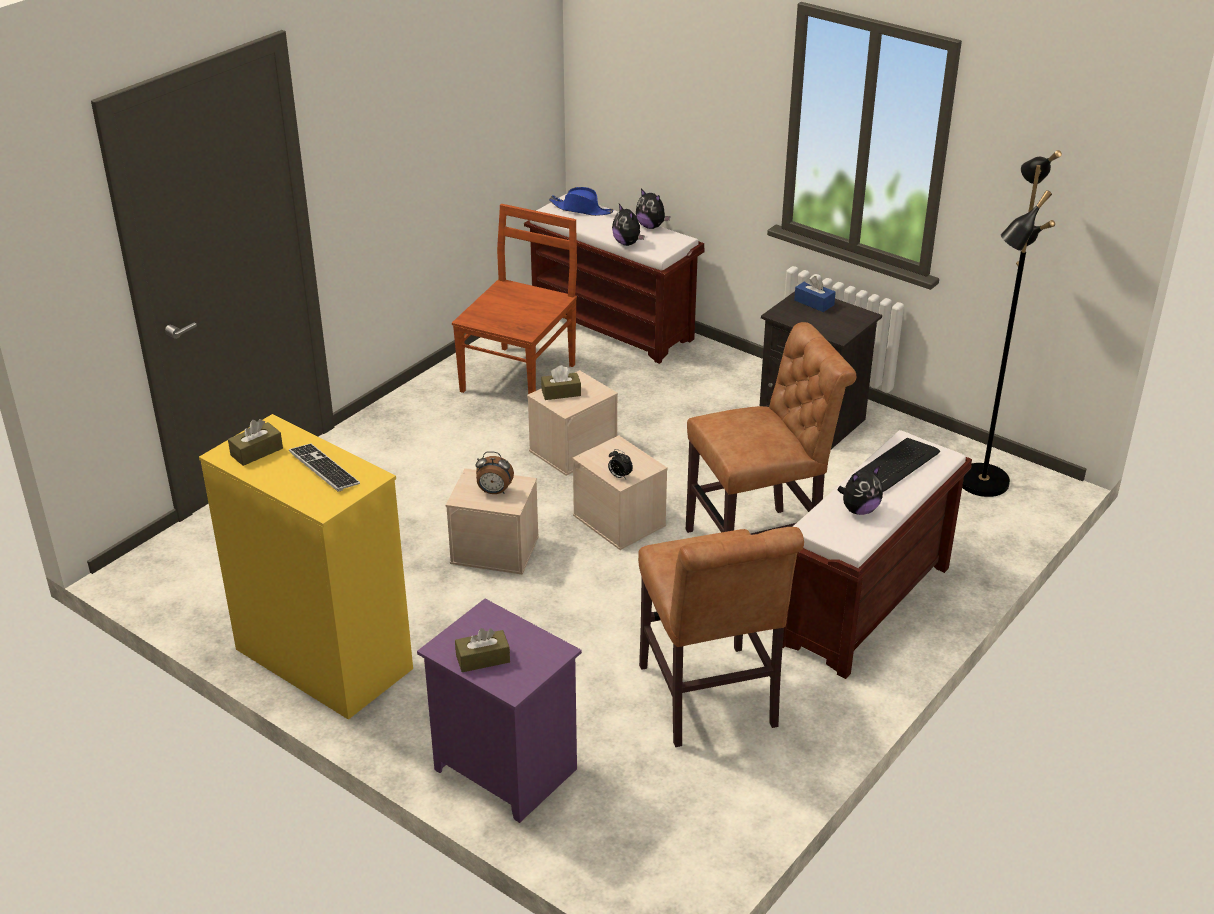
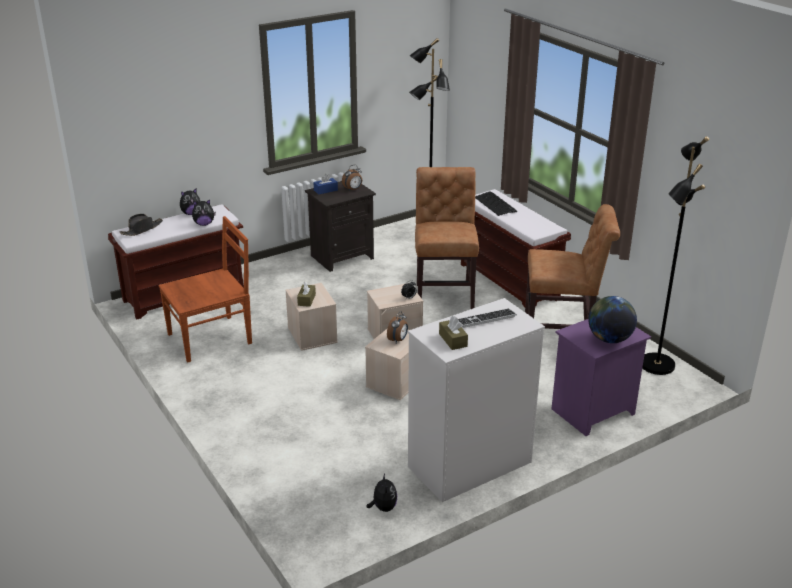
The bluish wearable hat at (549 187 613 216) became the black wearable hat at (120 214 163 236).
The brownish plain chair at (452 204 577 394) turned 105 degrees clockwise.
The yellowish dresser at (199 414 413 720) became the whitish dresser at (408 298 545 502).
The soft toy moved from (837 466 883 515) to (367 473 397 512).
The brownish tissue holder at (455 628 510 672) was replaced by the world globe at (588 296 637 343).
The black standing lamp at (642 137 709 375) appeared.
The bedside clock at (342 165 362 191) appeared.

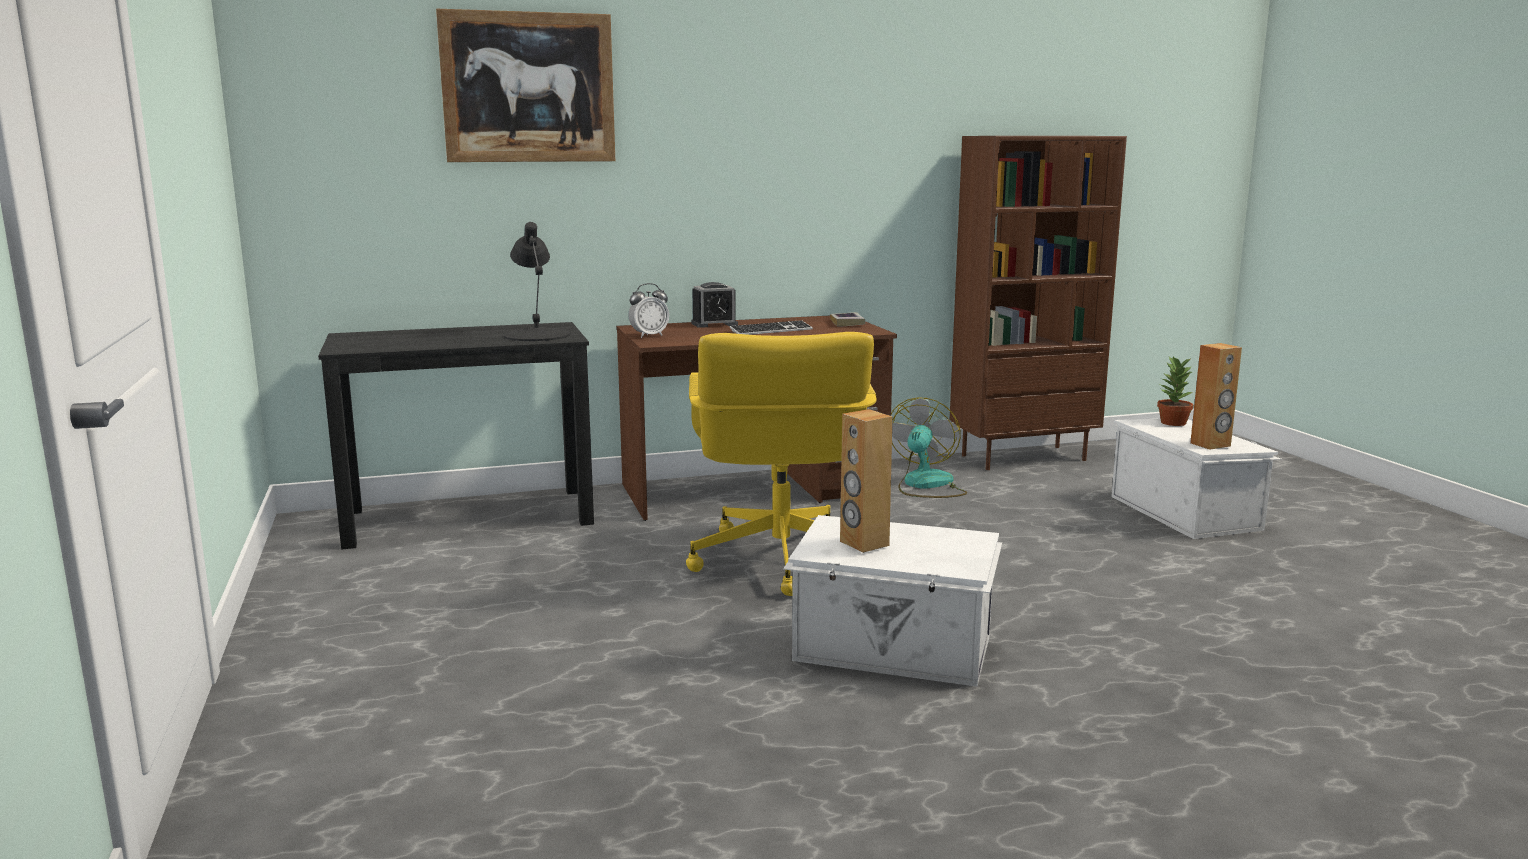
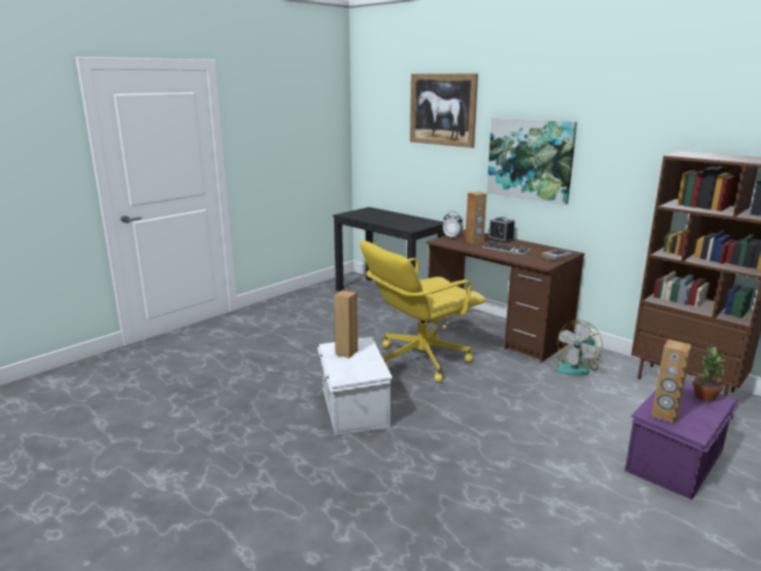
The black table lamp at (504 222 570 341) disappeared.
The fan at (891 397 967 498) turned 150 degrees clockwise.
The whitish storage container at (1111 419 1282 539) became the purplish storage container at (625 381 739 500).
The wall picture at (487 117 577 205) appeared.
The brownish audio speaker at (465 192 487 244) appeared.

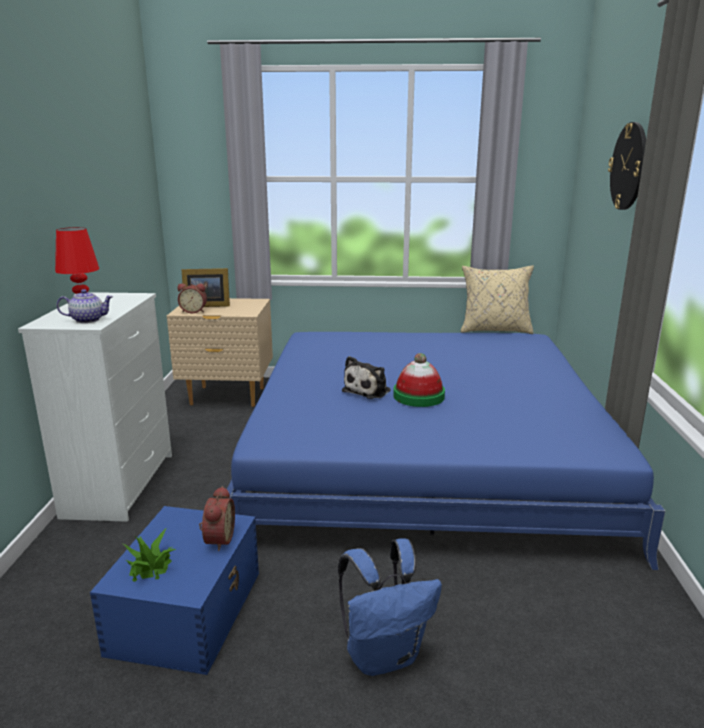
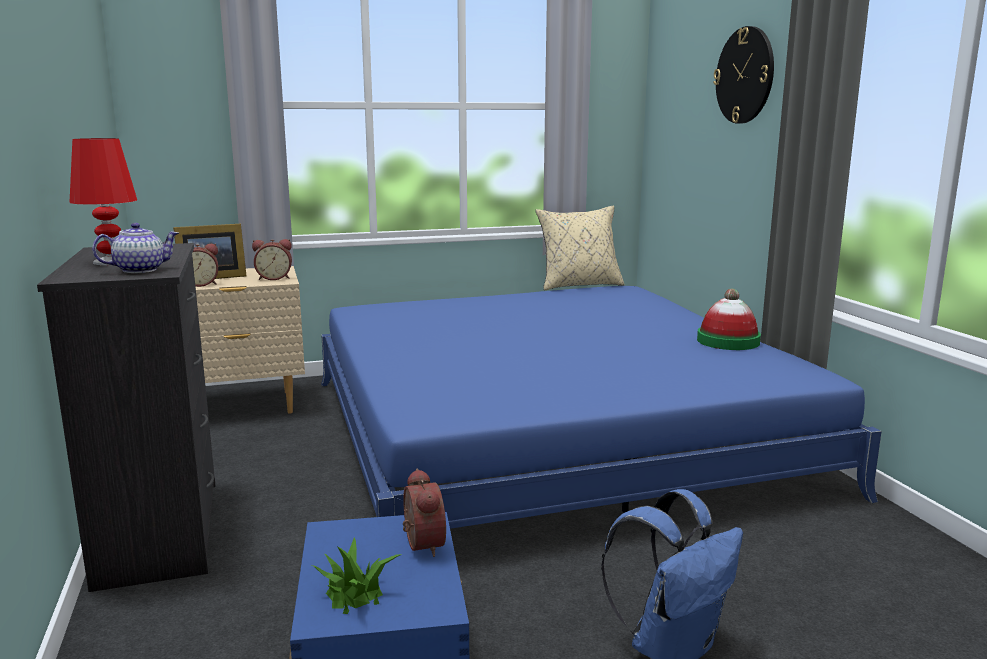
The whitish dresser at (18 292 172 522) became the black dresser at (37 243 215 592).
The wearable hat moved from (393 353 445 407) to (697 288 761 350).
The soft toy at (342 356 391 399) disappeared.
The bedside clock at (252 239 292 280) appeared.

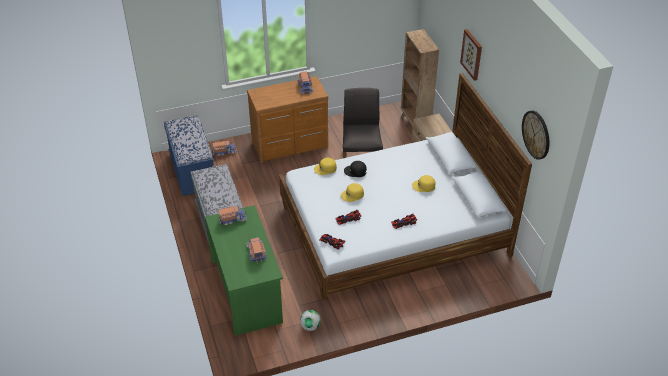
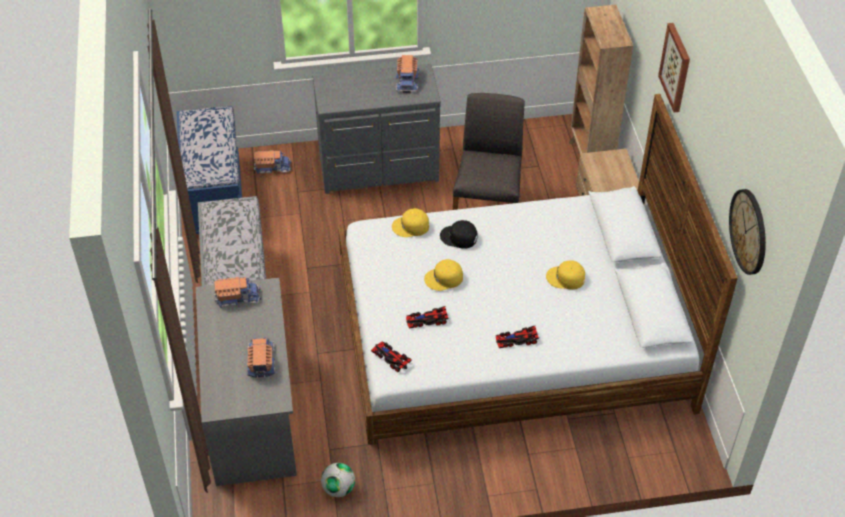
The brownish dresser at (247 76 328 163) became the greyish dresser at (313 64 441 194).
The greenish desk unit at (205 205 283 336) became the greyish desk unit at (196 278 297 486).

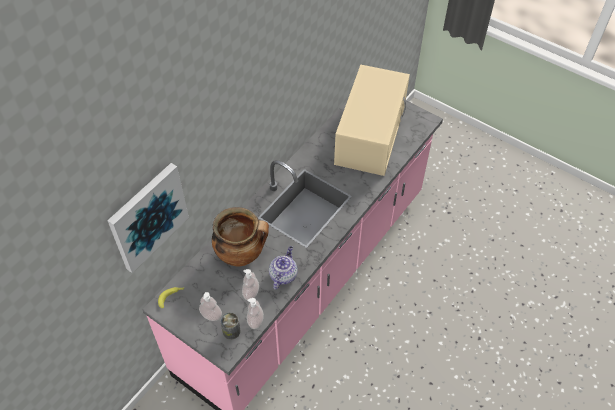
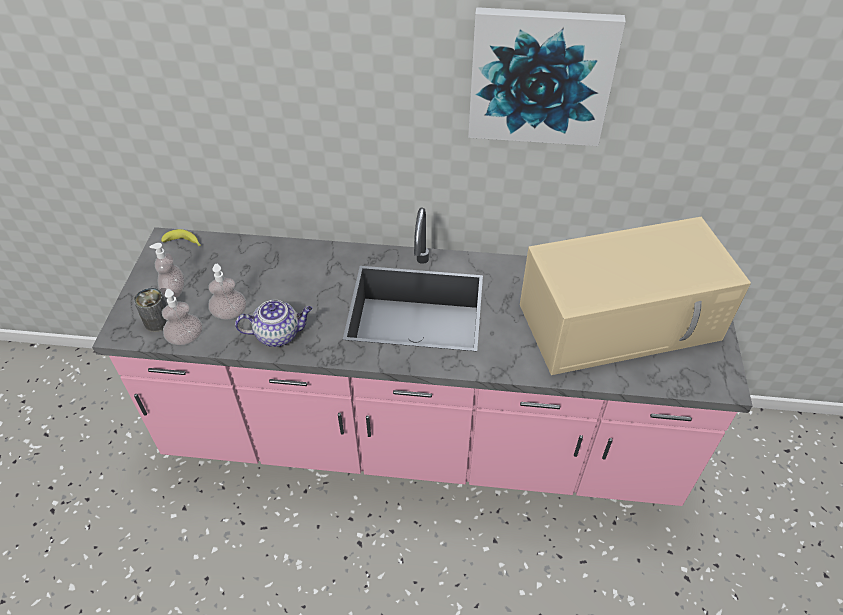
The wall picture moved from (107 163 189 273) to (468 7 626 146).
The cooking pot at (212 207 269 266) disappeared.

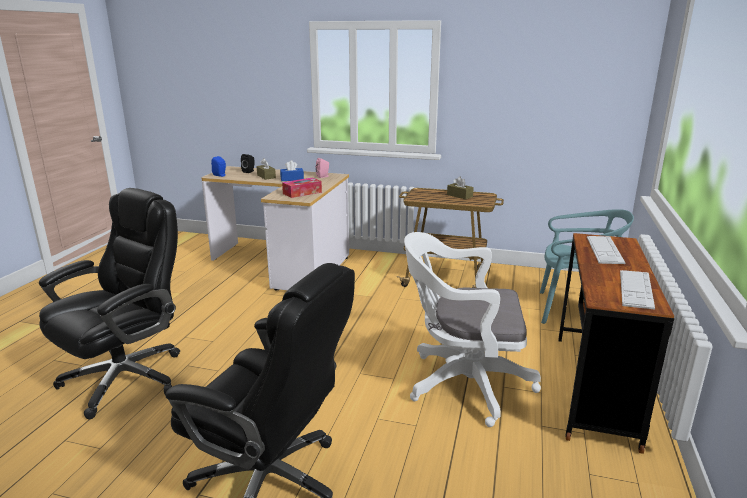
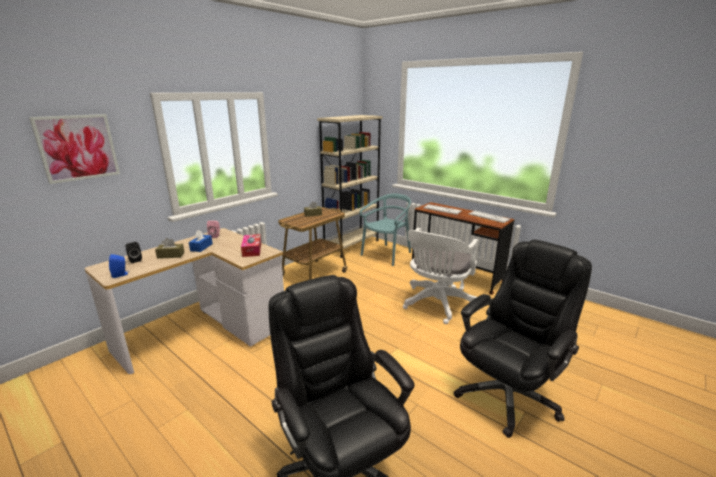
The wall picture at (29 114 120 184) appeared.
The beige bookcase at (317 115 382 258) appeared.

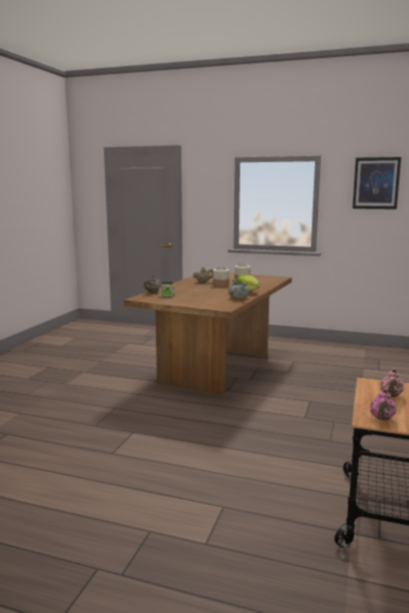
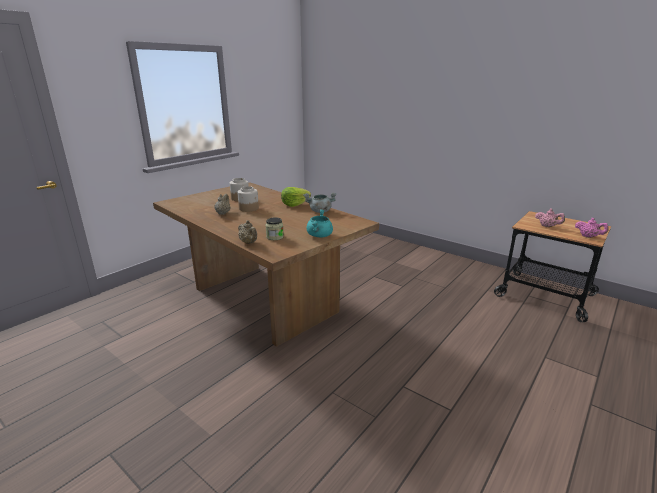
The wall picture at (352 157 401 209) disappeared.
The blue-green cooking pot at (306 209 333 238) appeared.

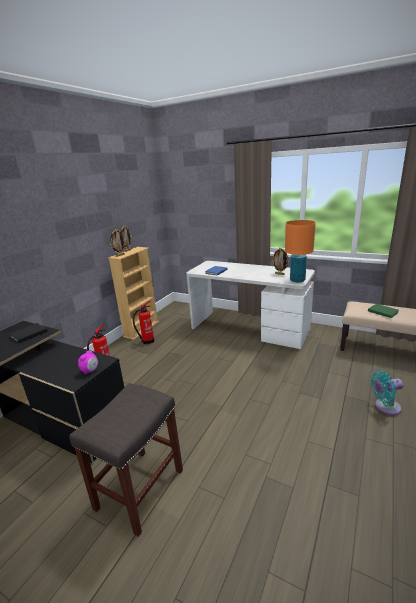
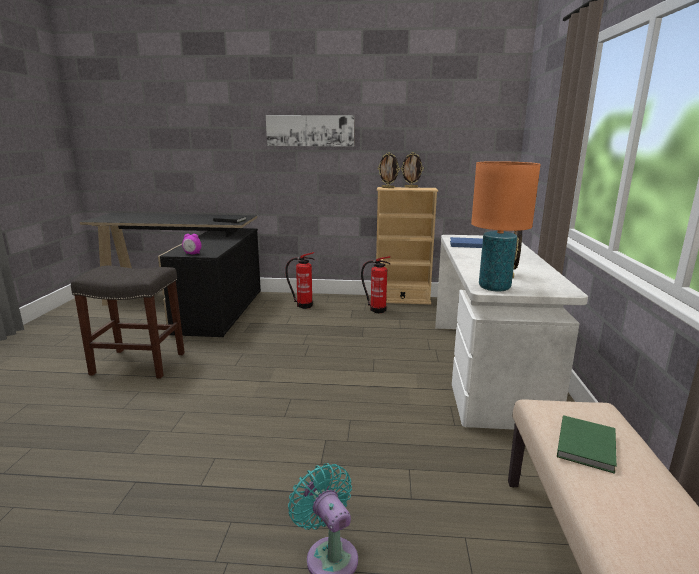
The wall picture at (266 115 354 147) appeared.

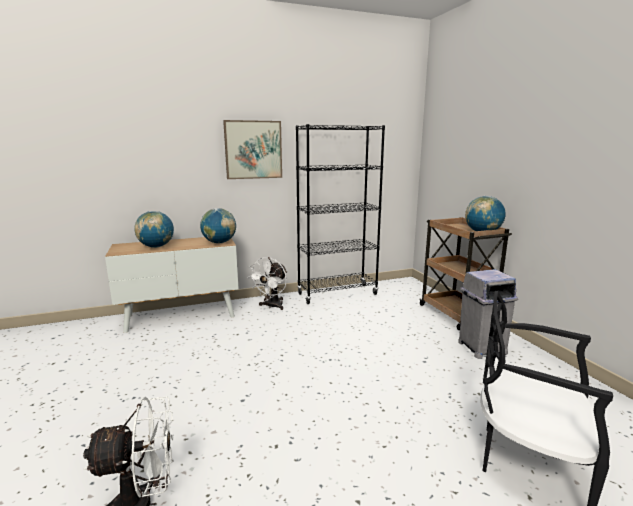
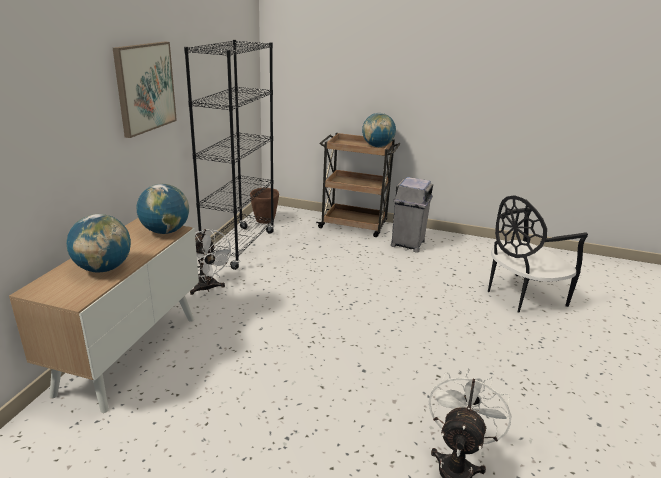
The brownish planter at (250 188 279 224) appeared.

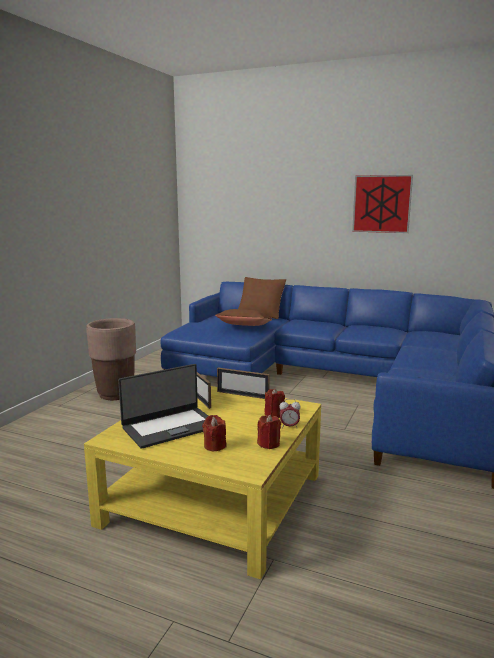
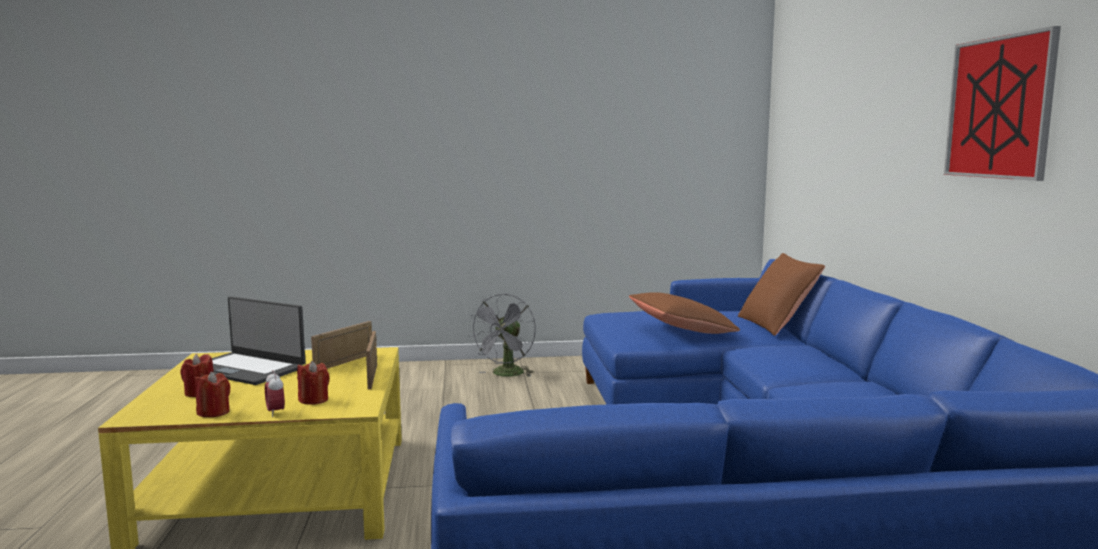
The brownish planter at (86 318 136 400) was replaced by the greyish fan at (468 293 536 377).

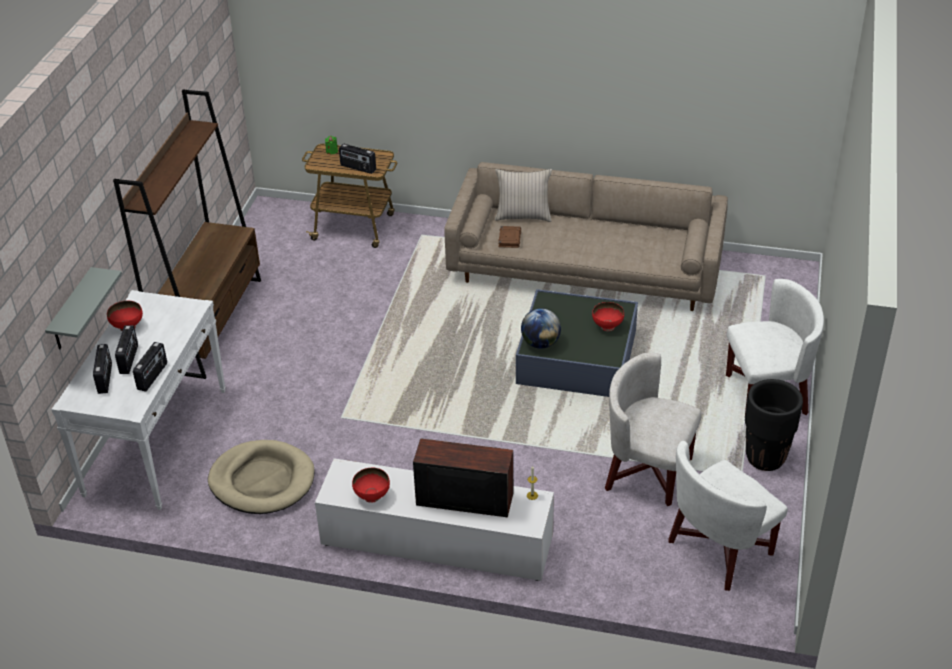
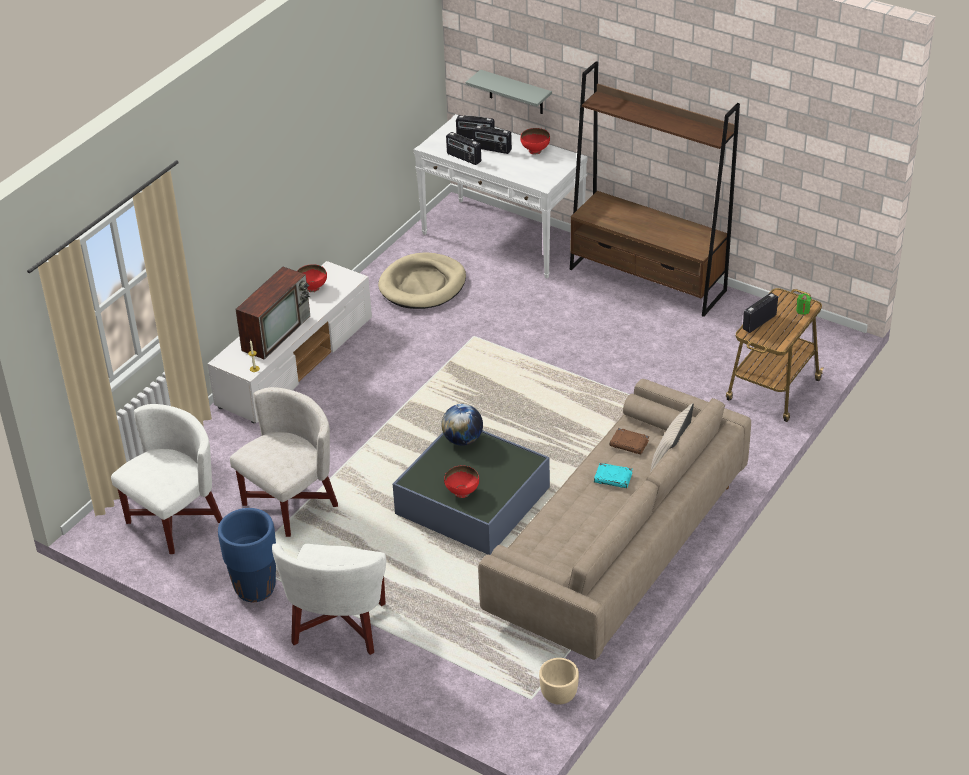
The black planter at (745 379 803 471) became the bluish planter at (218 508 276 602).
The whitish easy chair at (668 441 788 591) turned 60 degrees clockwise.
The blue-green book at (594 463 633 488) appeared.
The beige planter at (539 658 579 705) appeared.

